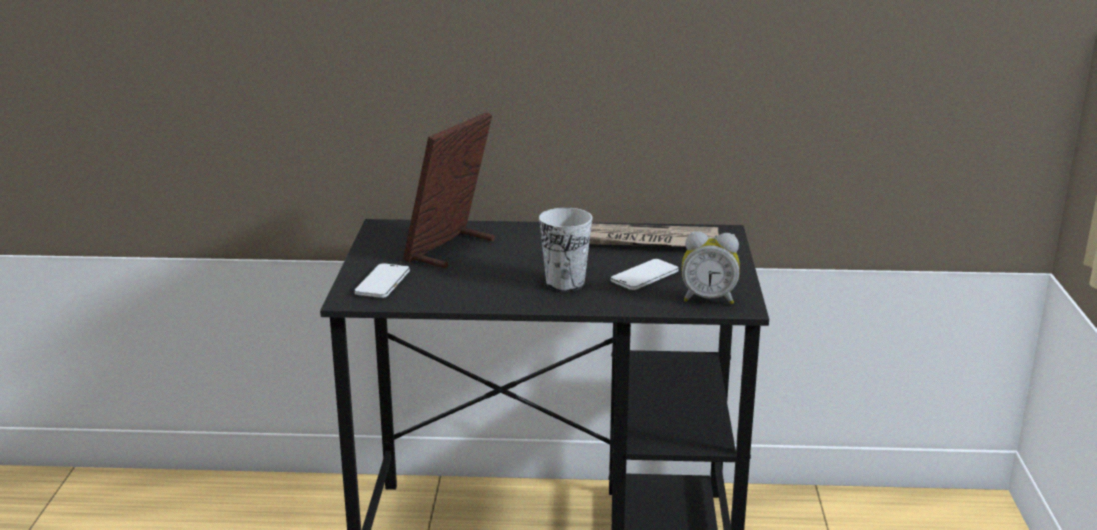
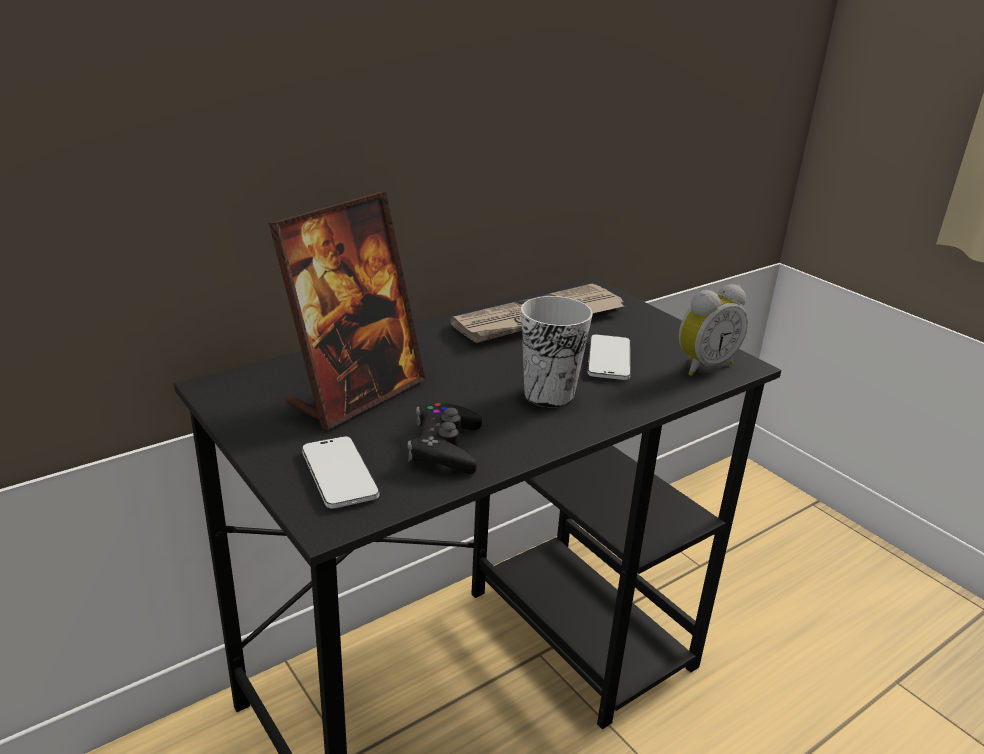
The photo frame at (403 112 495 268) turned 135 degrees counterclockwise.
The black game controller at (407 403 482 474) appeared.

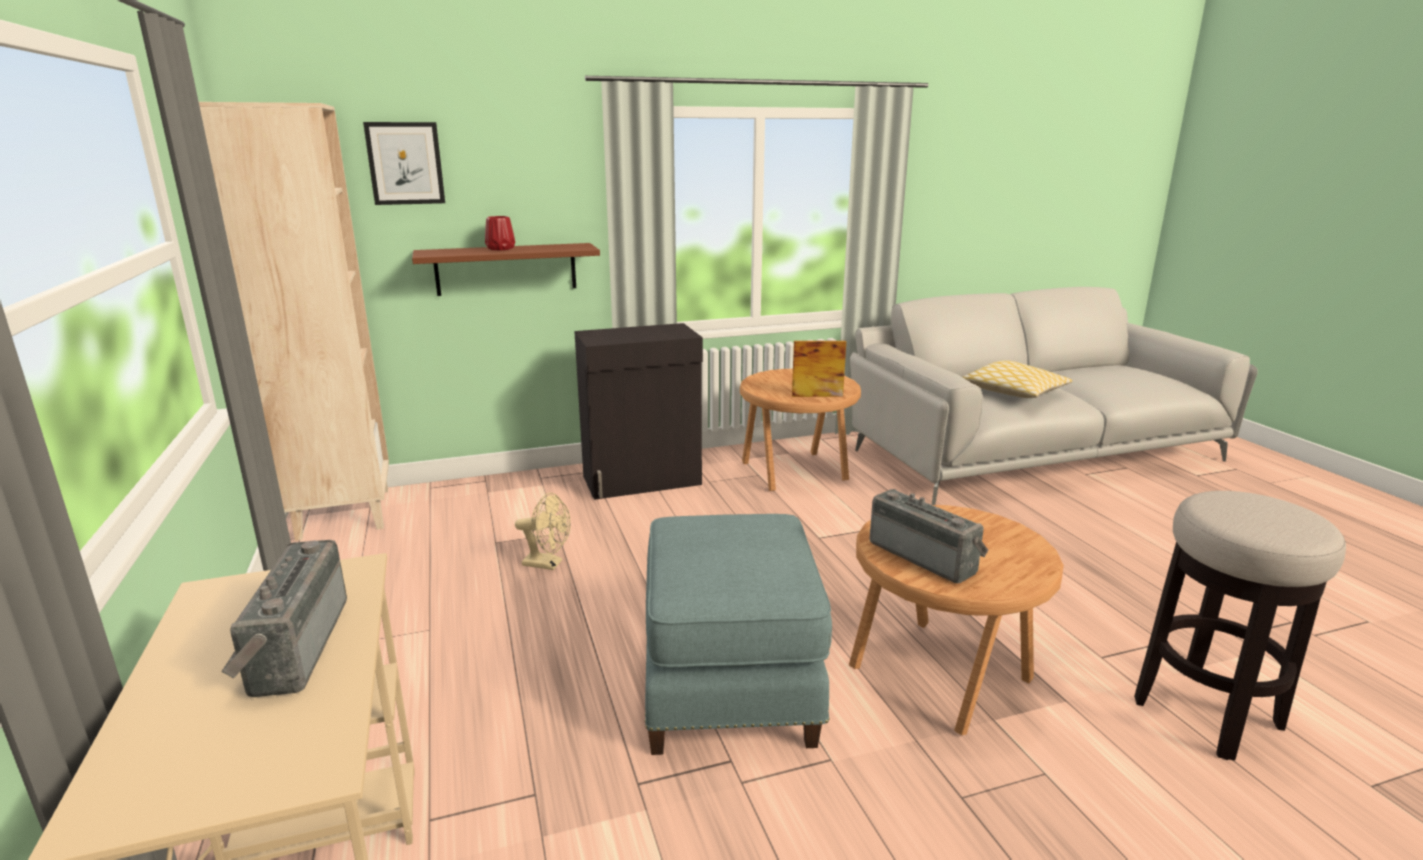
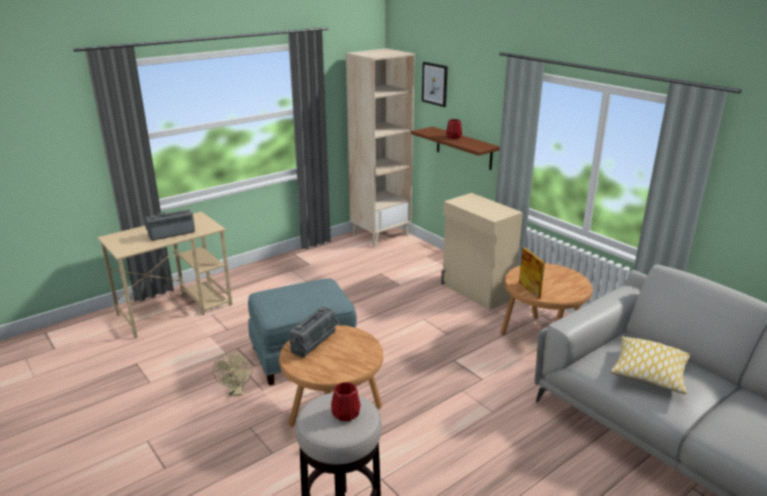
The black cabinet at (574 323 703 500) became the beige cabinet at (441 193 523 310).
The beige fan moved from (515 493 571 570) to (213 352 252 396).
The red vase at (331 382 361 421) appeared.

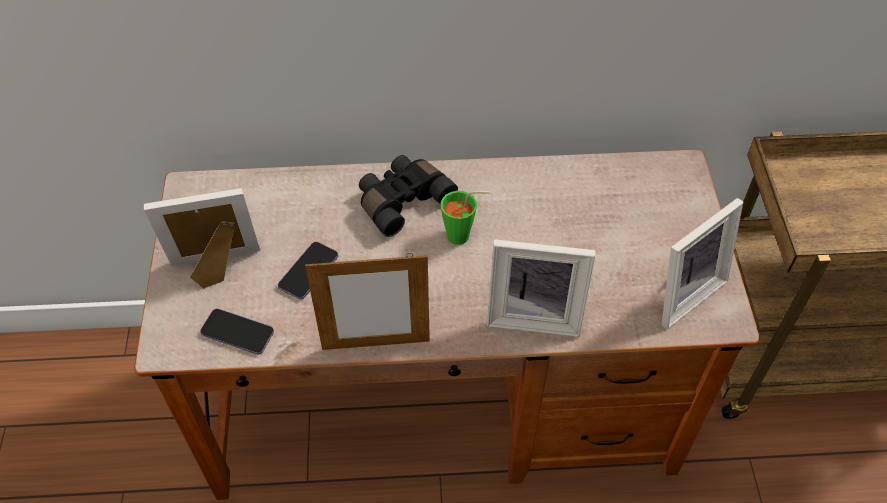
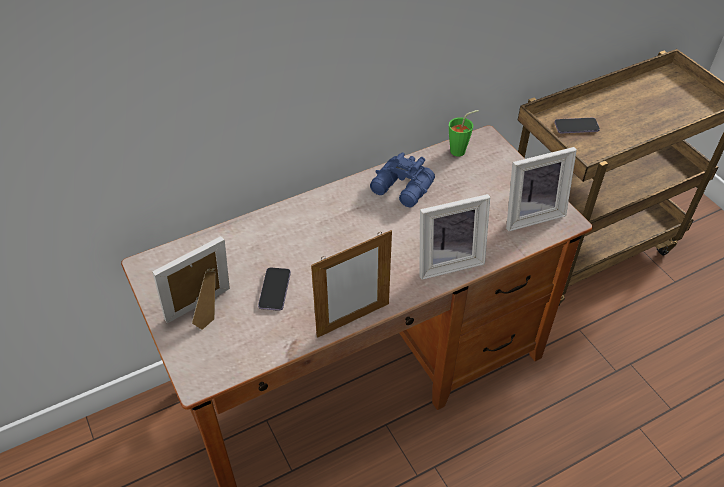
The black binoculars at (359 155 458 237) disappeared.
The greenish cup moved from (441 191 490 245) to (449 110 479 156).
The photo frame at (661 198 743 329) turned 45 degrees clockwise.
The telephone moved from (200 309 274 355) to (555 118 600 133).
The bluish binoculars at (370 152 435 207) appeared.

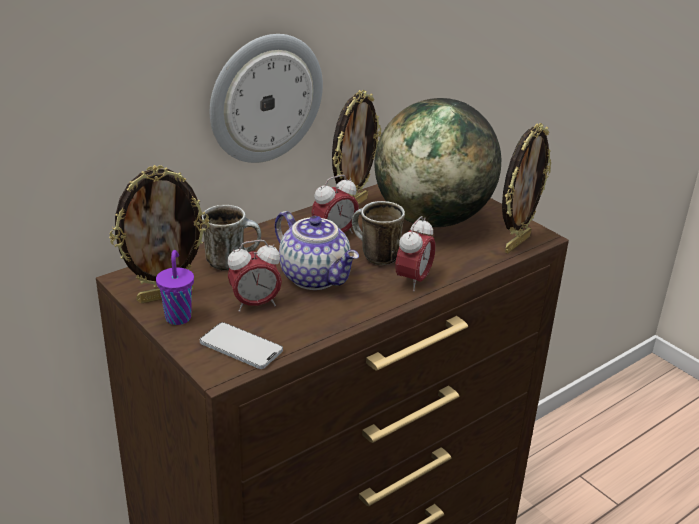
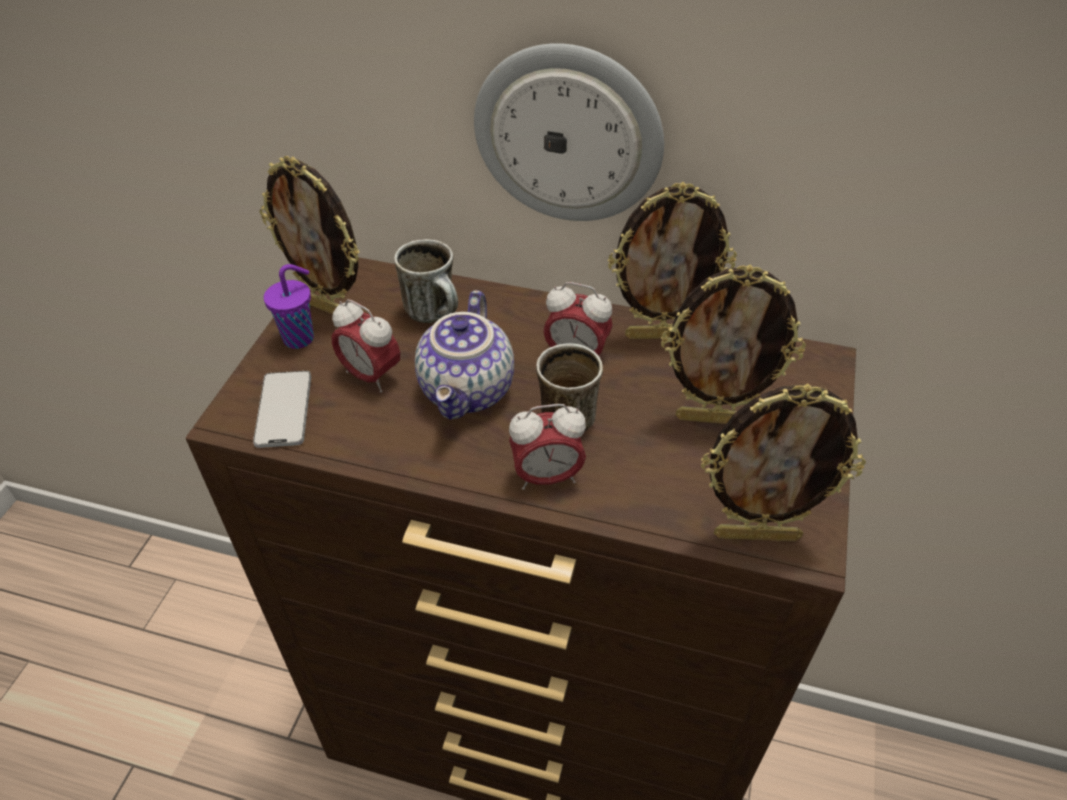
The world globe at (375 98 501 227) was replaced by the photo frame at (661 264 806 424).

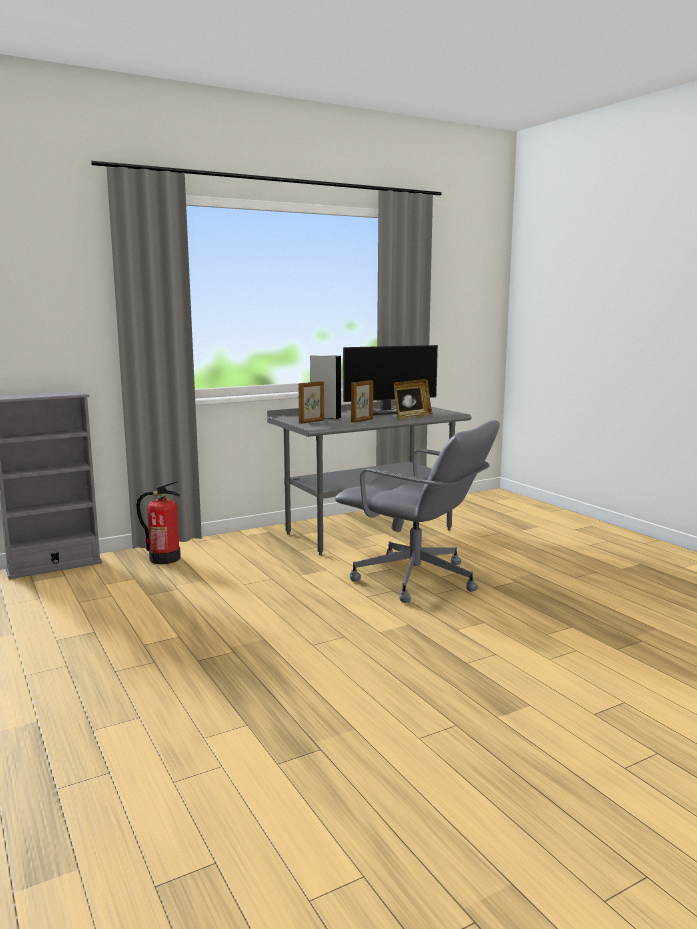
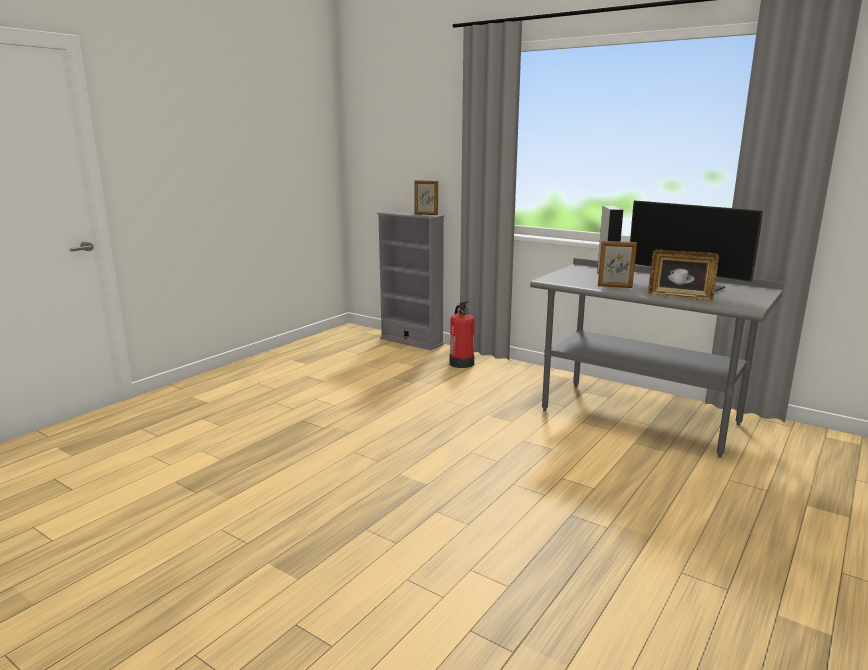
The photo frame moved from (299 381 324 424) to (414 180 438 215).
The greyish office chair at (335 420 499 603) disappeared.

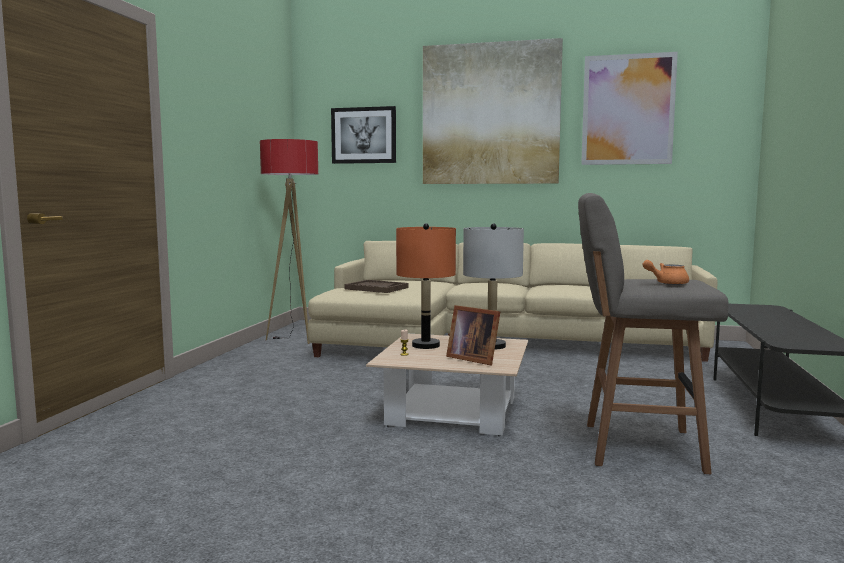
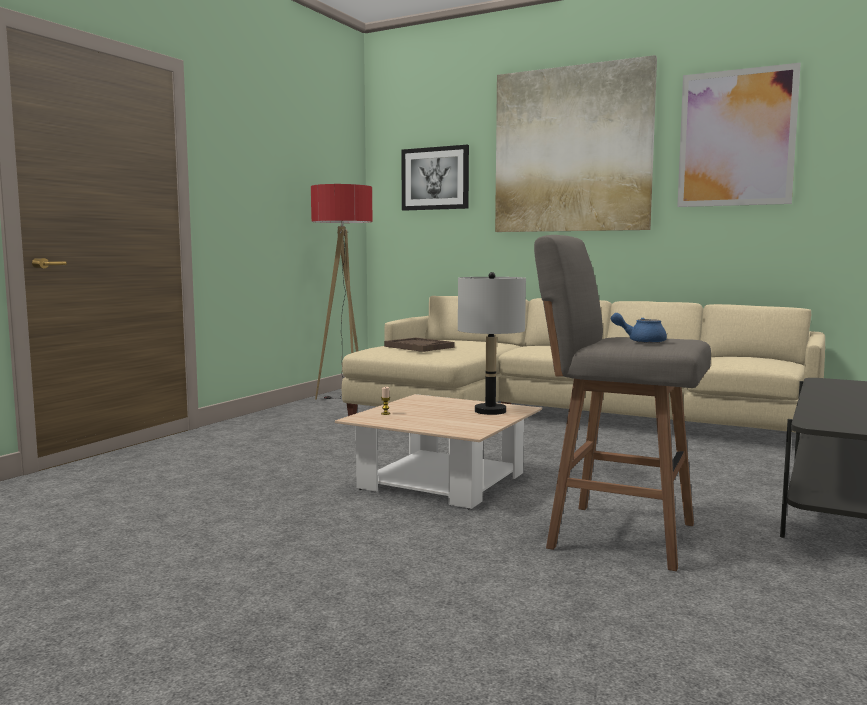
The orange table lamp at (396 223 456 349) disappeared.
The orange teapot at (642 260 689 285) became the bluish teapot at (611 313 667 343).
The photo frame at (446 305 500 365) disappeared.

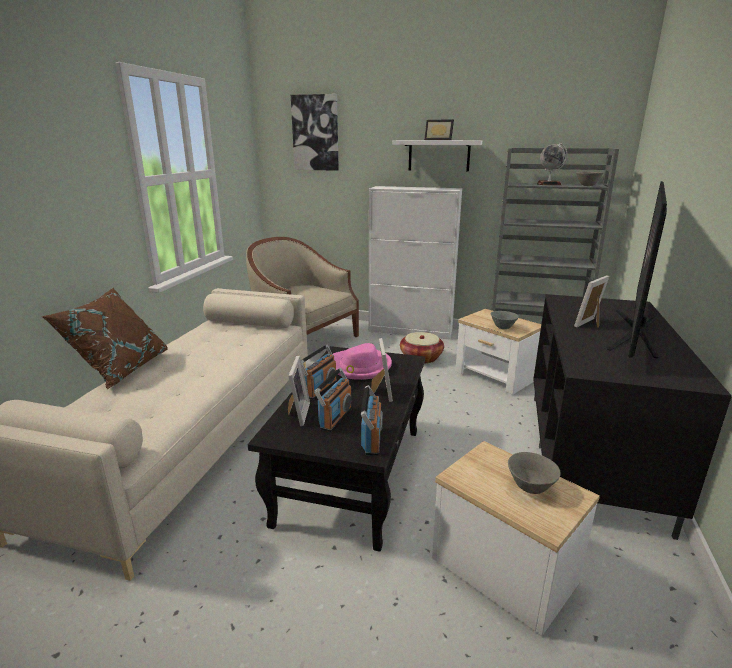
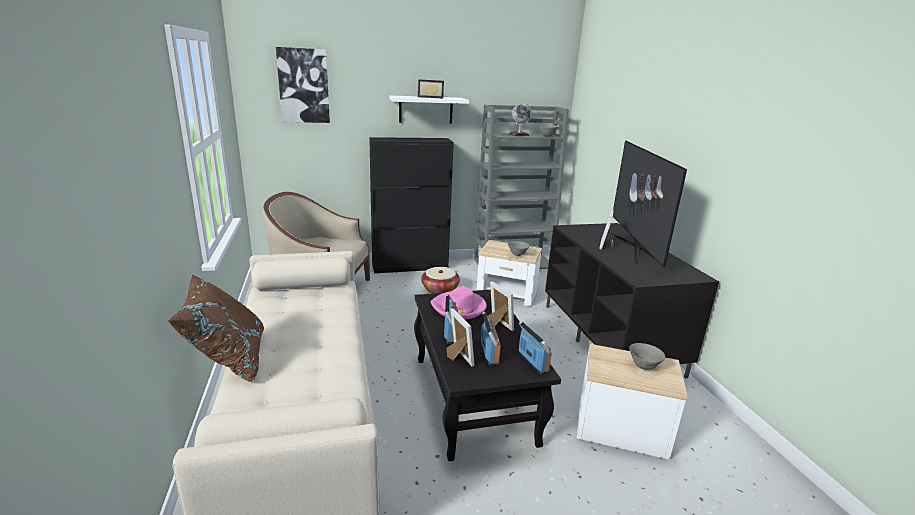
The whitish cabinet at (369 186 462 339) became the black cabinet at (369 137 454 273).

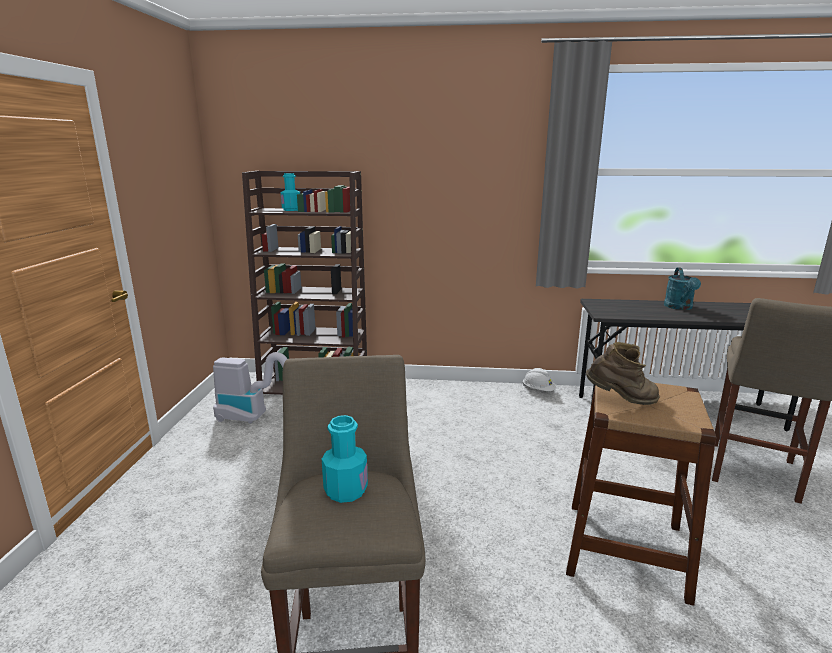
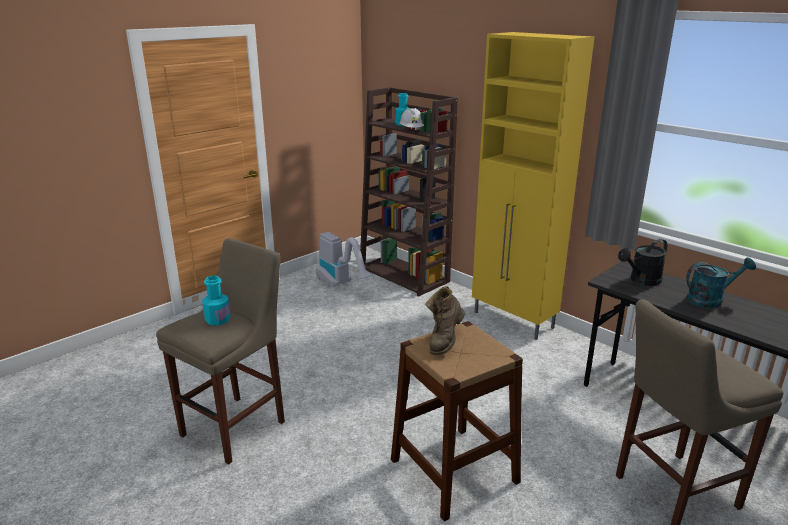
The blue-green watering can at (664 268 701 310) turned 150 degrees counterclockwise.
The brownish boot at (586 342 660 405) turned 75 degrees clockwise.
The whitish hard hat moved from (522 368 556 391) to (400 108 424 128).
The yellowish cabinet at (472 32 594 340) appeared.
The black watering can at (618 239 667 286) appeared.

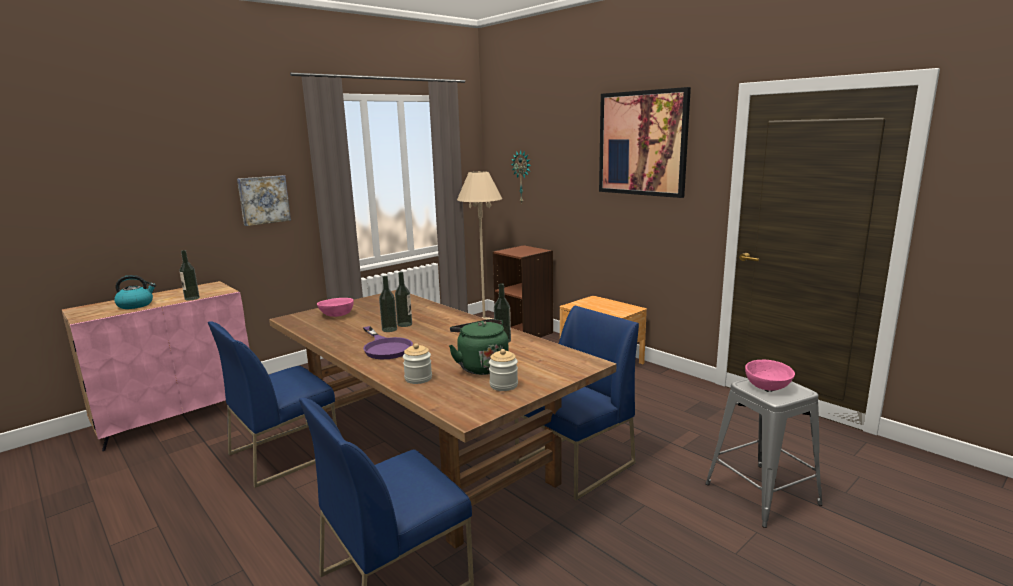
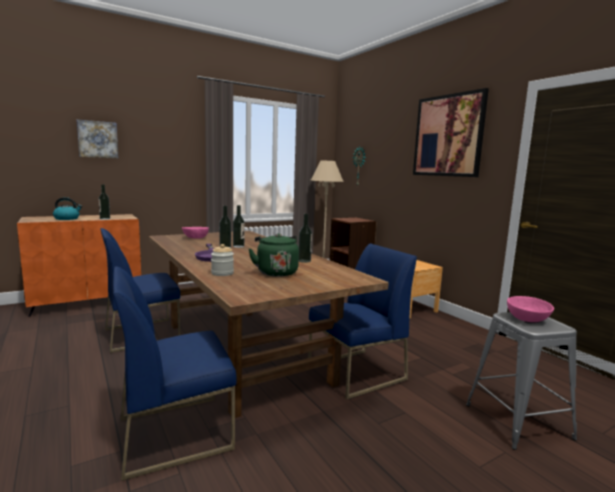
The wall picture moved from (237 175 291 226) to (77 119 118 158).
The pinkish cabinet at (62 281 249 451) became the orange cabinet at (17 214 141 317).
The storage jar at (489 349 518 391) disappeared.

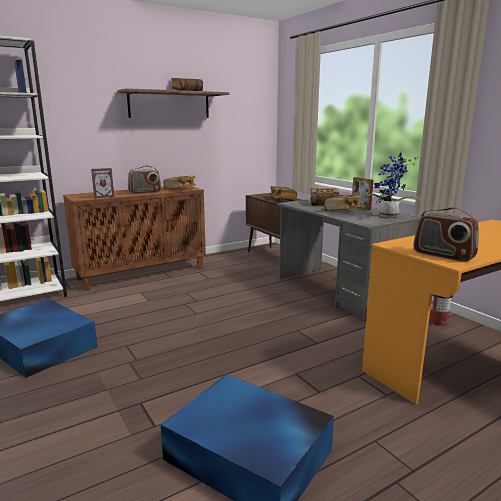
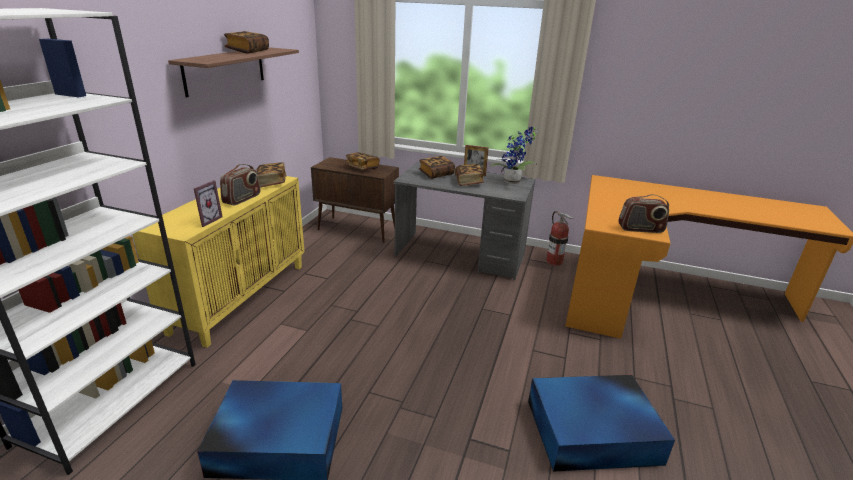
The brownish cabinet at (63 186 206 291) became the yellowish cabinet at (132 176 305 348).

